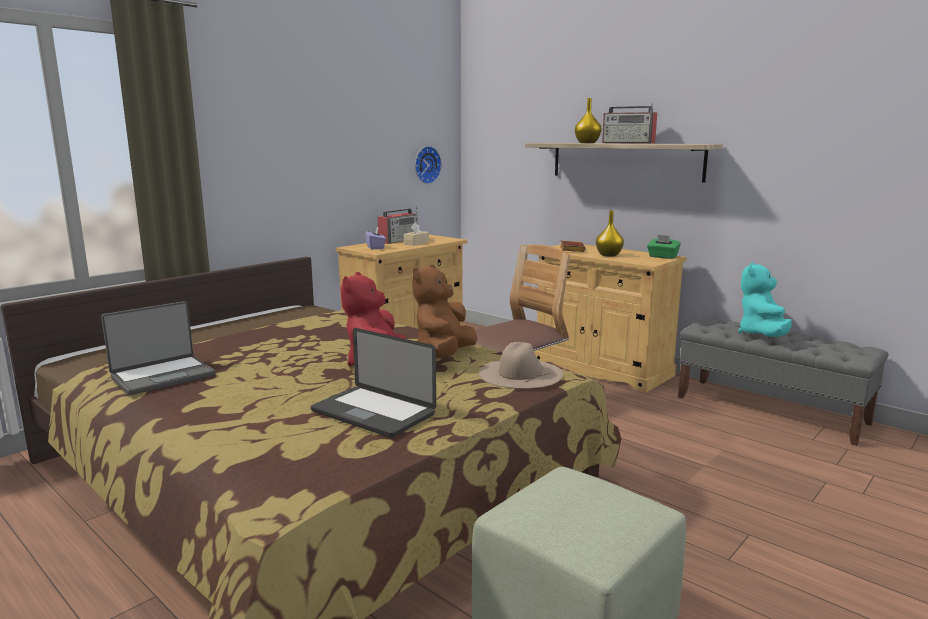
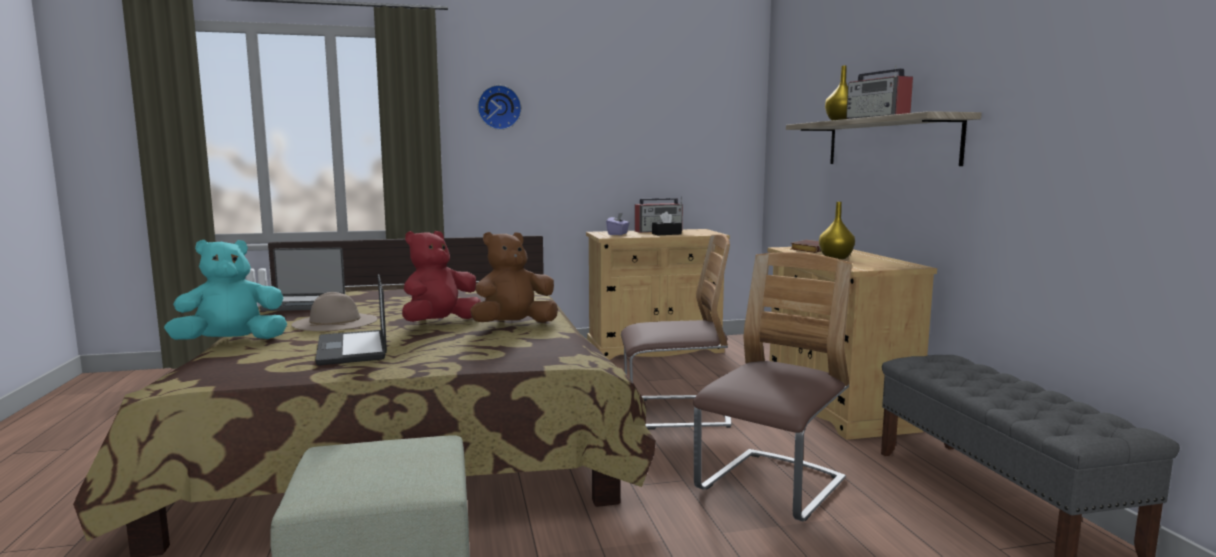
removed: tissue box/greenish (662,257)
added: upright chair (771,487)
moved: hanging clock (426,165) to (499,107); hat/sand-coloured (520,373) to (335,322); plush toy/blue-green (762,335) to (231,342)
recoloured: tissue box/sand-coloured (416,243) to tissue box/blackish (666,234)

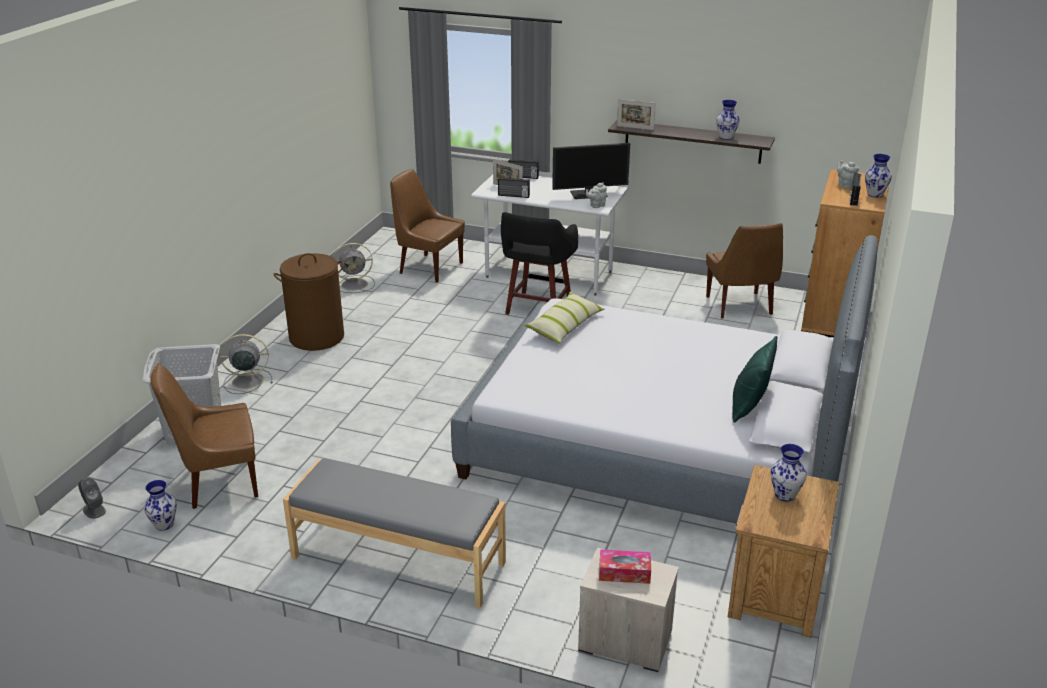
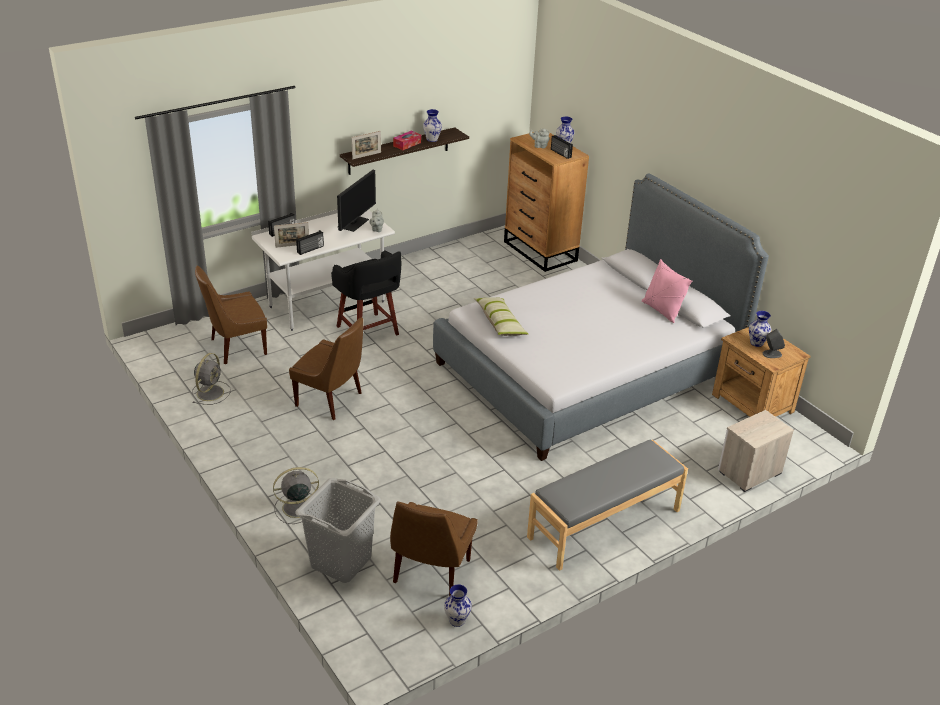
removed: hamper/brownish (317,337)
moved: loudspeaker/greyish (94,510) to (771,354); tissue box (624,573) to (407,144); upright chair/brownish (739,307) to (331,400)
recoloured: pillow/greenish (749,407) to pillow/pink-coloured (661,311)
turned: electric fan/greyish (246,381) = (296,507) 45 degrees clockwise

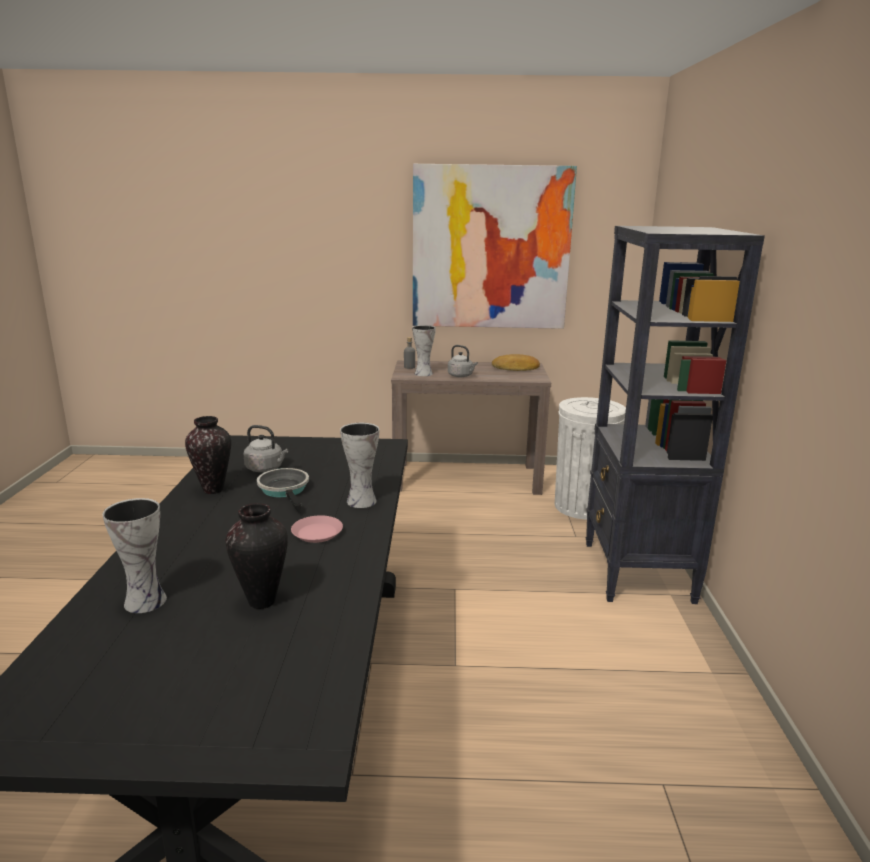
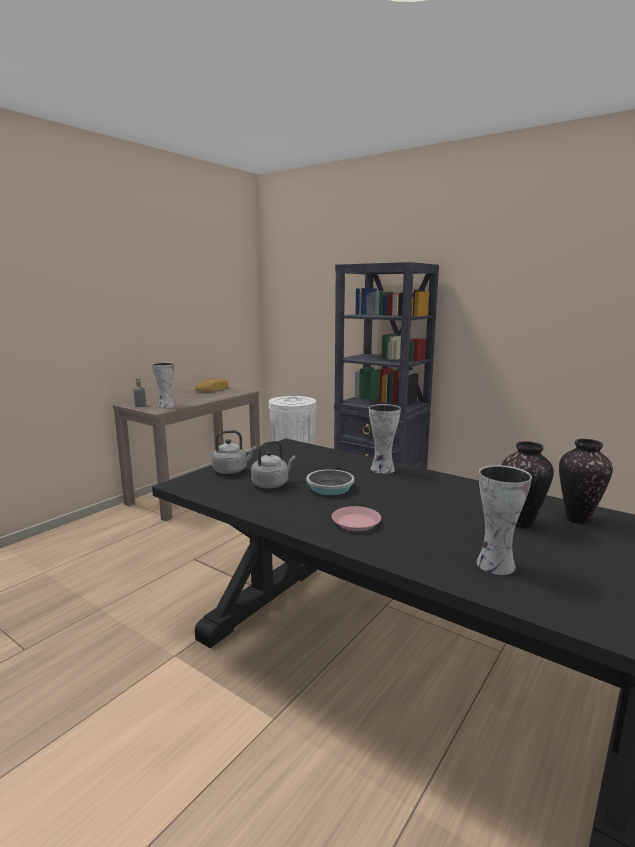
removed: wall art (491,248)
moved: vase (214,490) to (578,519); flat dish/pink-coloured (317,533) to (356,522); water kettle/greyish (461,376) to (232,470)
turned: skillet (285,490) = (330,486) 90 degrees counterclockwise

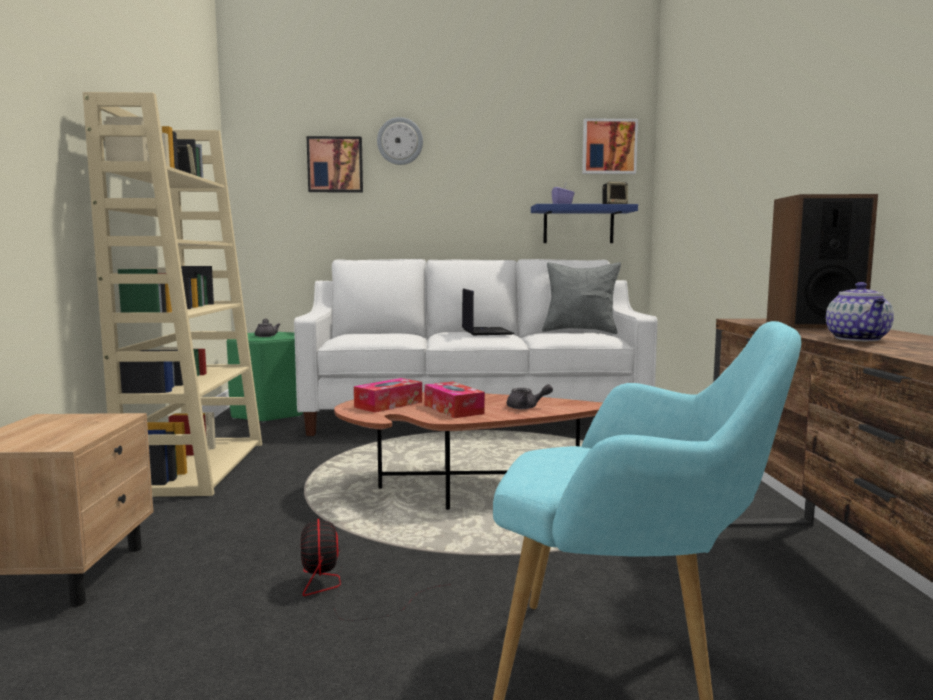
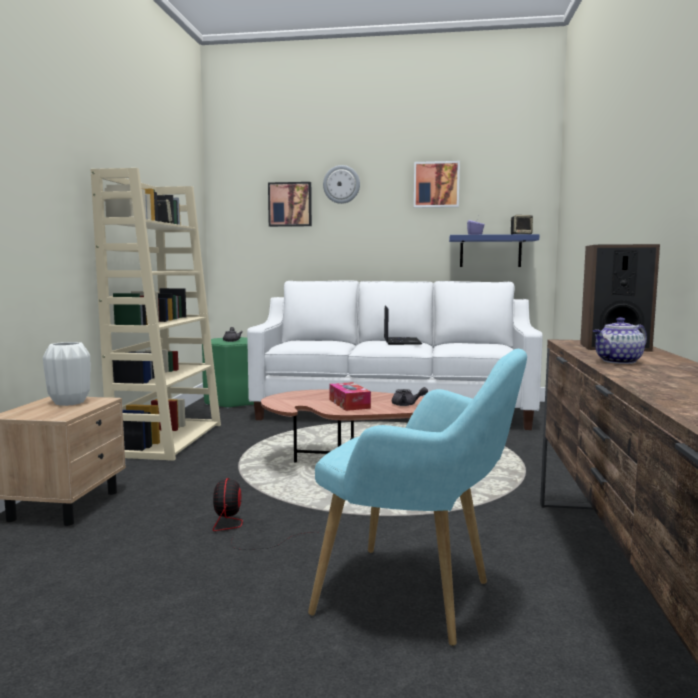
removed: tissue box (388,404); pillow/greyish (580,332)
added: vase/white-coloured (70,402)
moved: wall art (609,147) to (436,185)
turned: teapot (858,339) = (618,361) 45 degrees clockwise

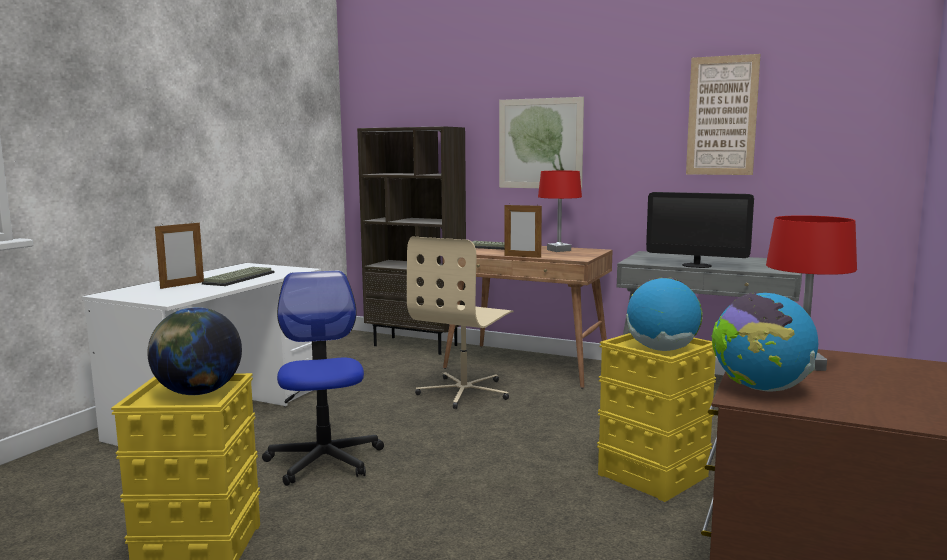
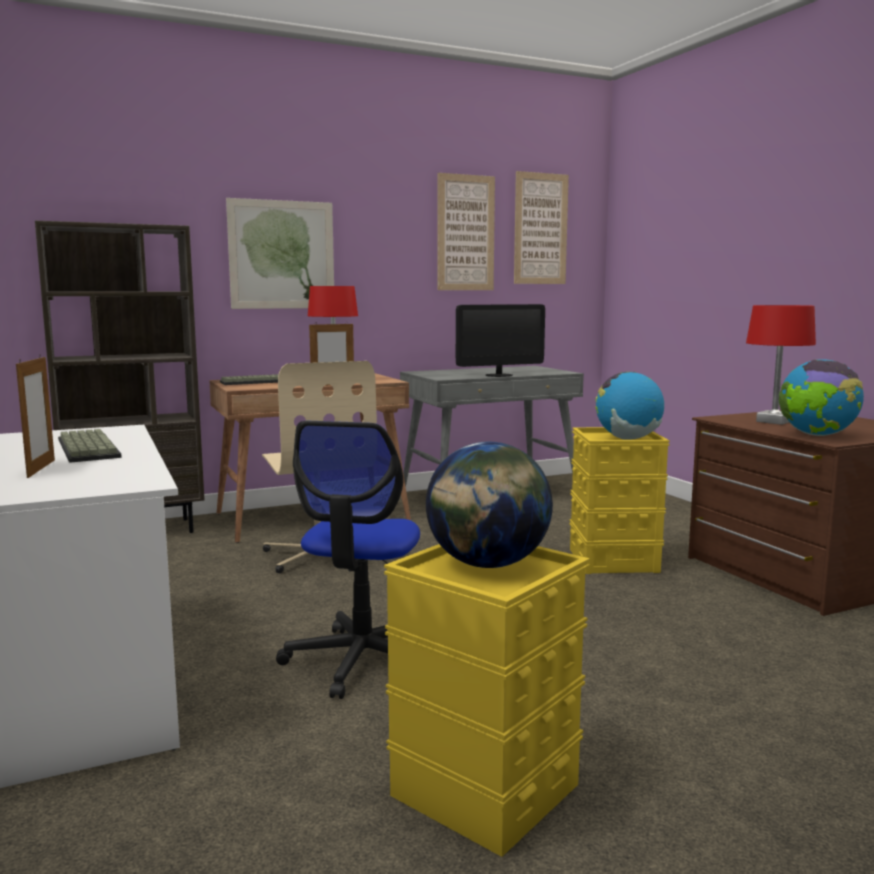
added: wall art (540,229)
turned: office chair (324,460) = (361,660) 105 degrees counterclockwise

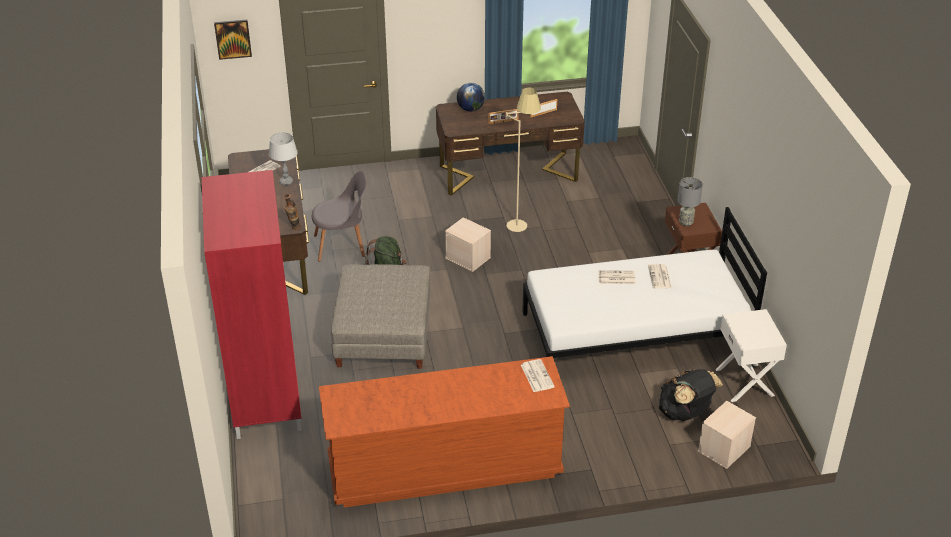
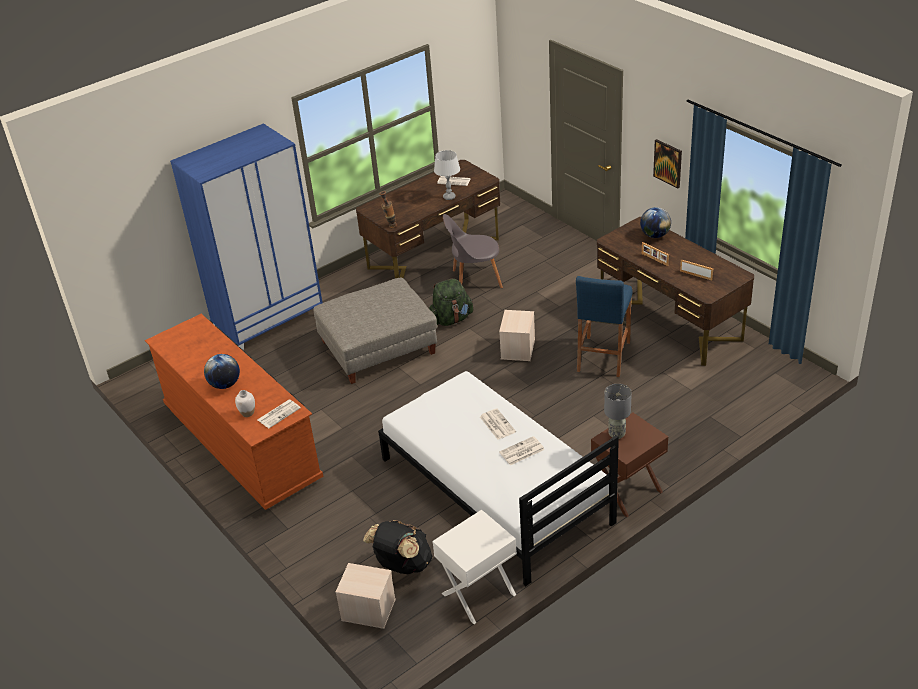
added: globe (225,384); vase/white-coloured (248,413)
moved: wall art (233,39) to (668,163)
replaced: standard lamp/sand-coloured (520,220) to sitting stool/bluish (603,356)
recoloured: armoire/red (265,393) to armoire/bluish (269,322)
turned: upright chair/greyish (342,245) = (474,279) 120 degrees clockwise

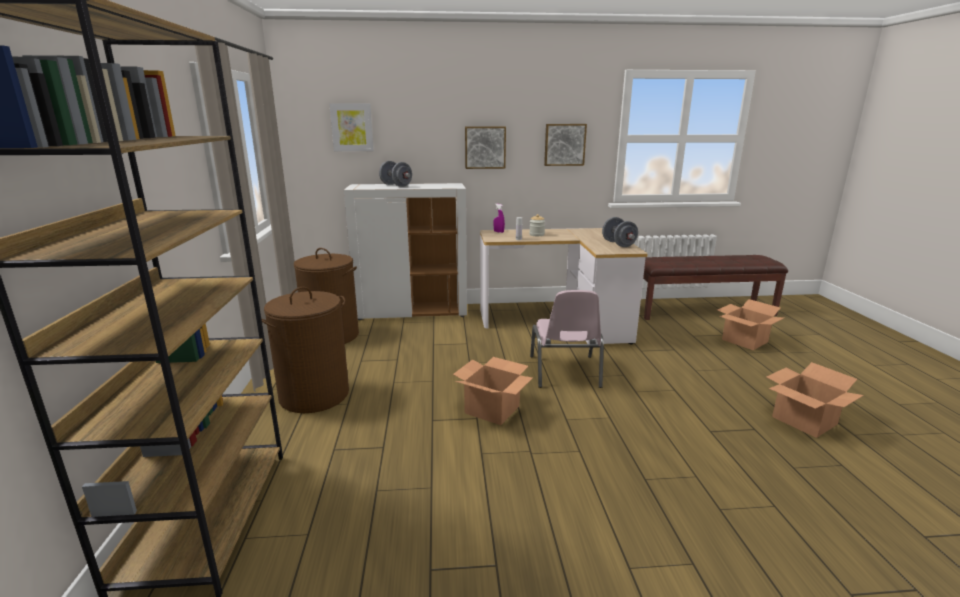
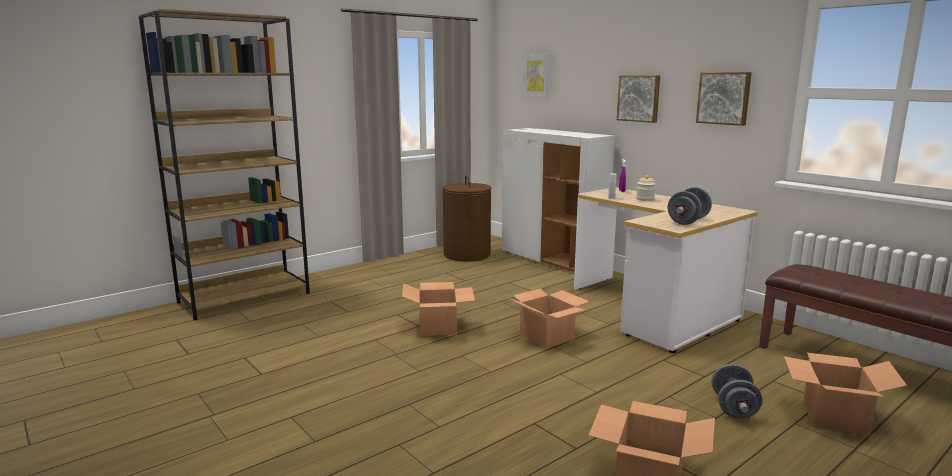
removed: hamper/brownish (314,395)
moved: dumbbell/greyish (396,185) to (733,408)
replaced: upright chair/pink-coloured (565,372) to packing box (546,336)

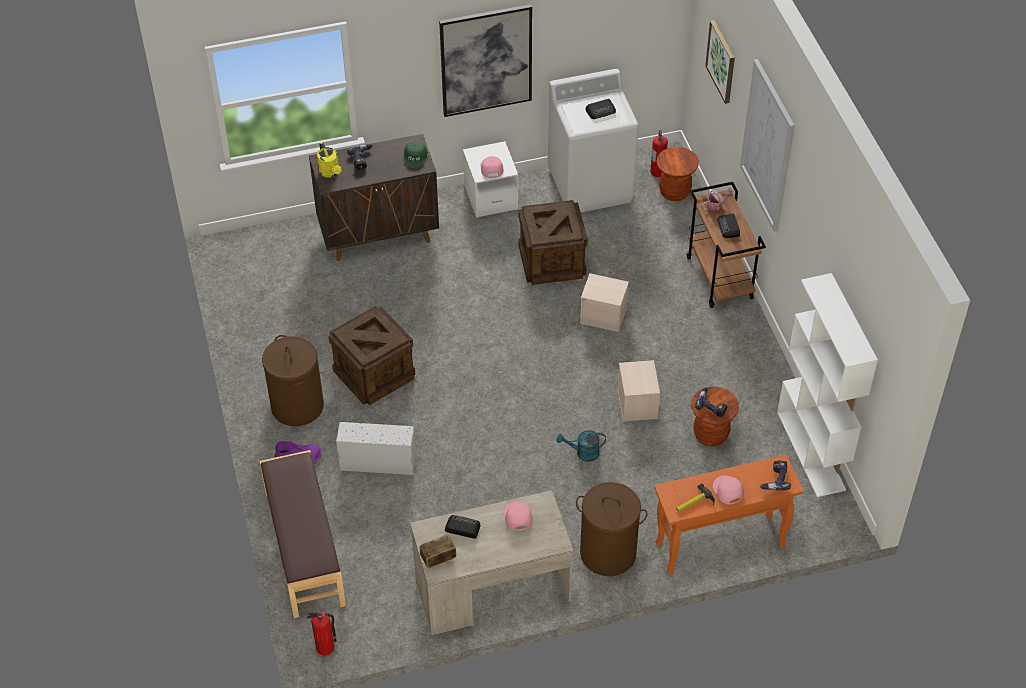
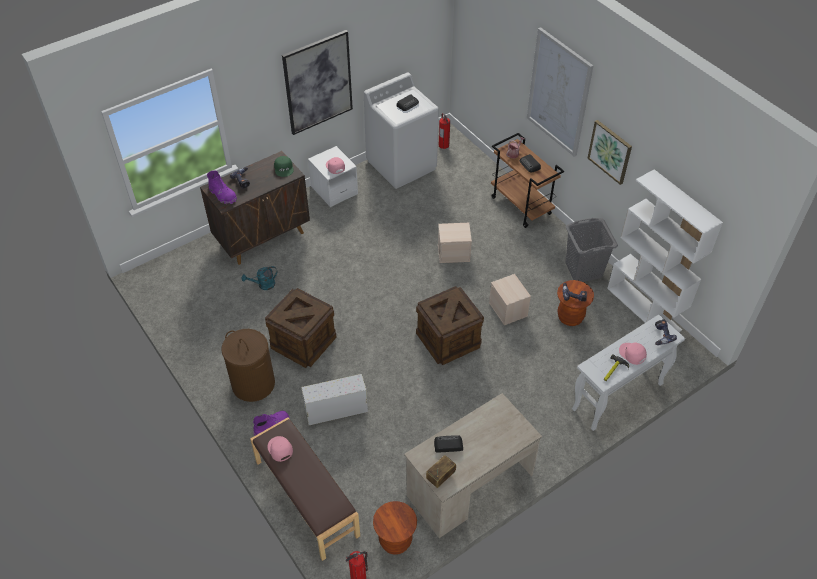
removed: hamper/brownish (608,553)
added: hamper/greyish (583,270)
moved: peaked cap/pink-coloured (517,516) to (279,449); crate (552,261) to (448,339); sprinkling can/blue-green (583,453) to (263,285); sitting stool/brownish (674,192) to (395,541); wall art (721,61) to (610,151)
replaced: sprinkling can/yellow-coloured (331,173) to high-top boot/purple-coloured (223,195)
recoloured: hall table/orange (719,545) to hall table/white-coloured (617,397)

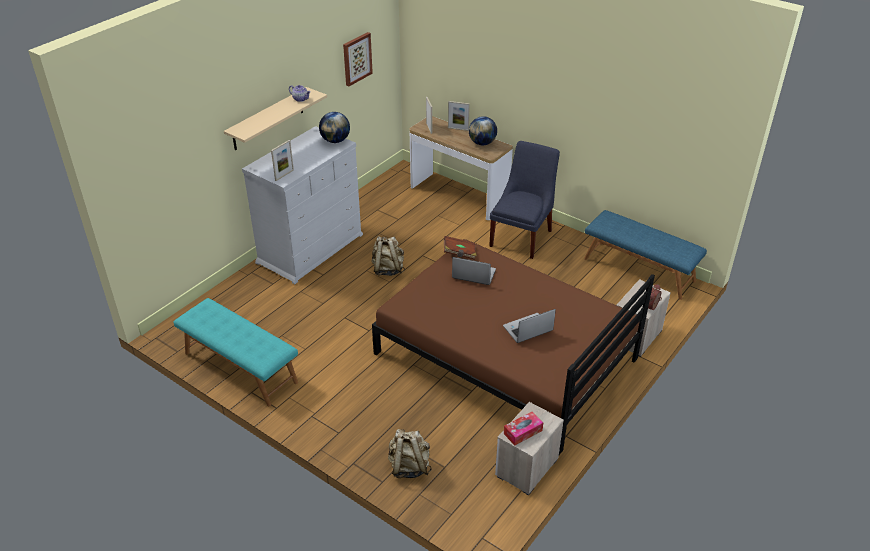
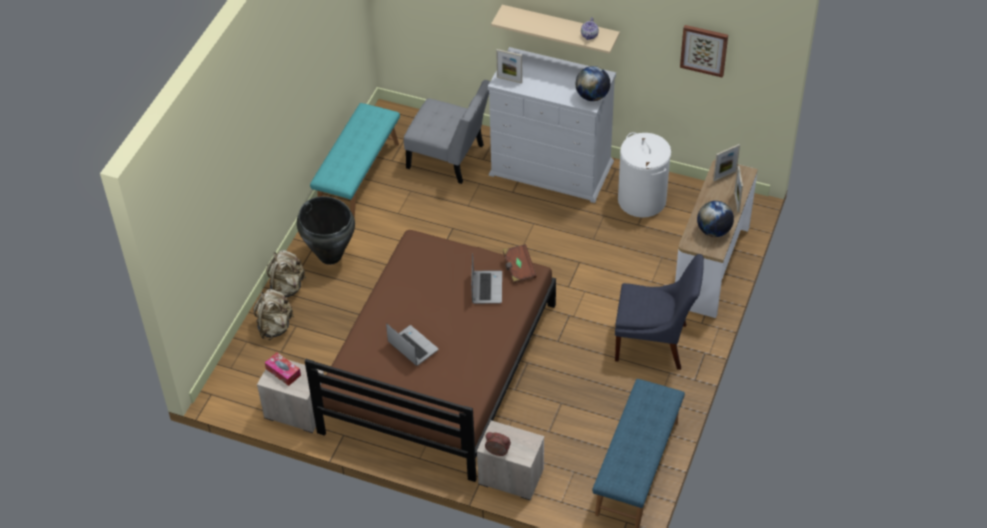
added: vase/blackish (330,256); upright chair/greyish (449,158); hamper/white-coloured (642,200)
moved: rucksack/sand-coloured (388,269) to (287,287)

